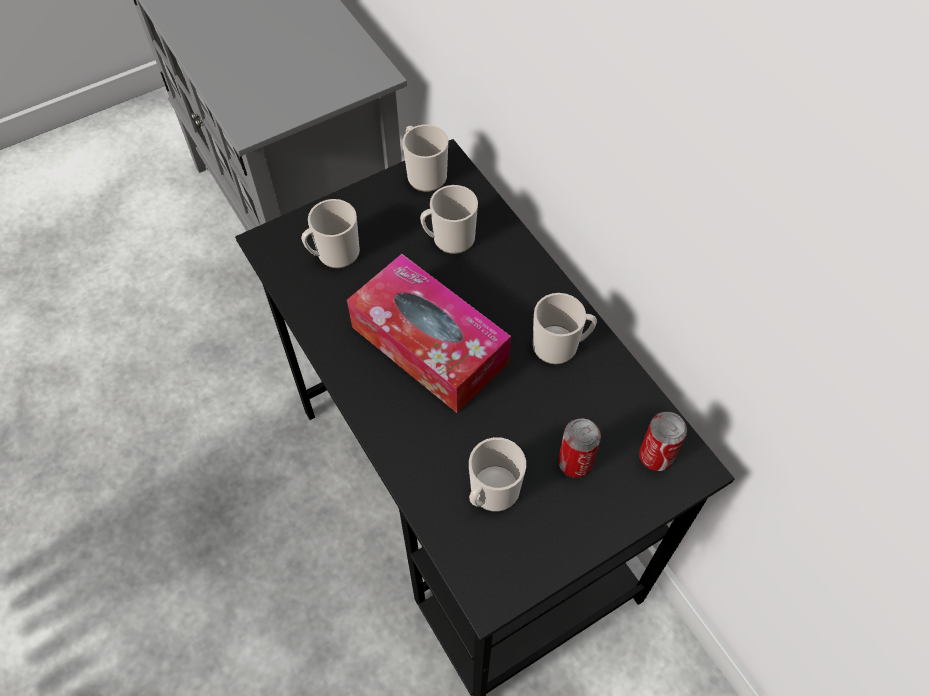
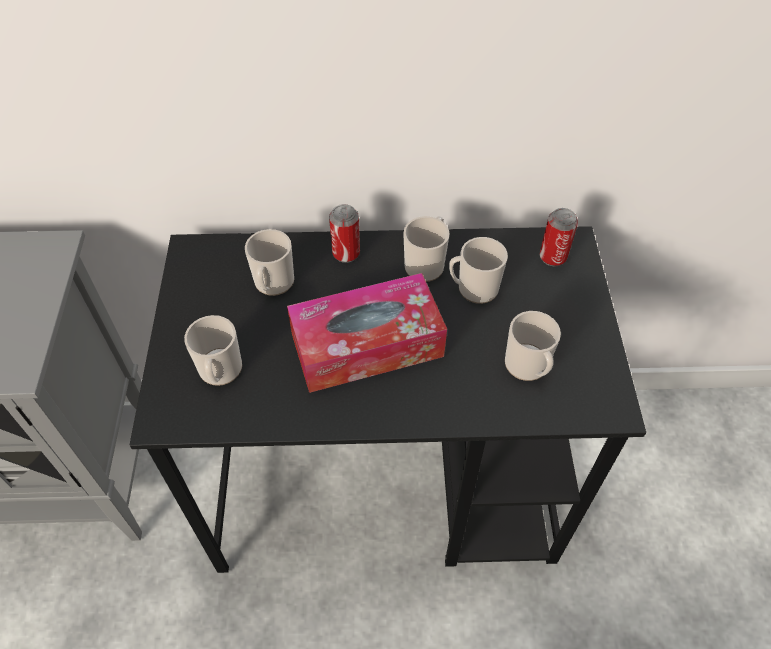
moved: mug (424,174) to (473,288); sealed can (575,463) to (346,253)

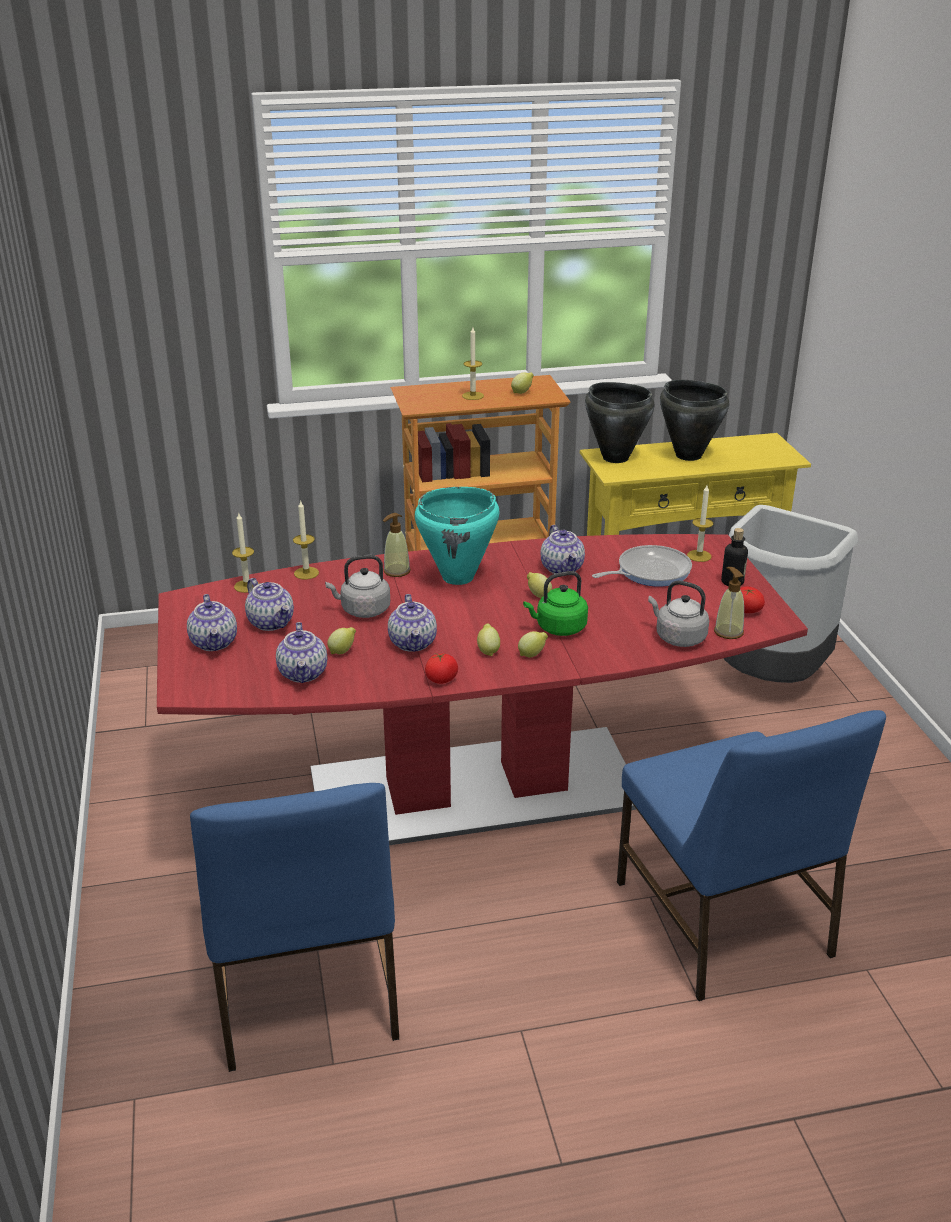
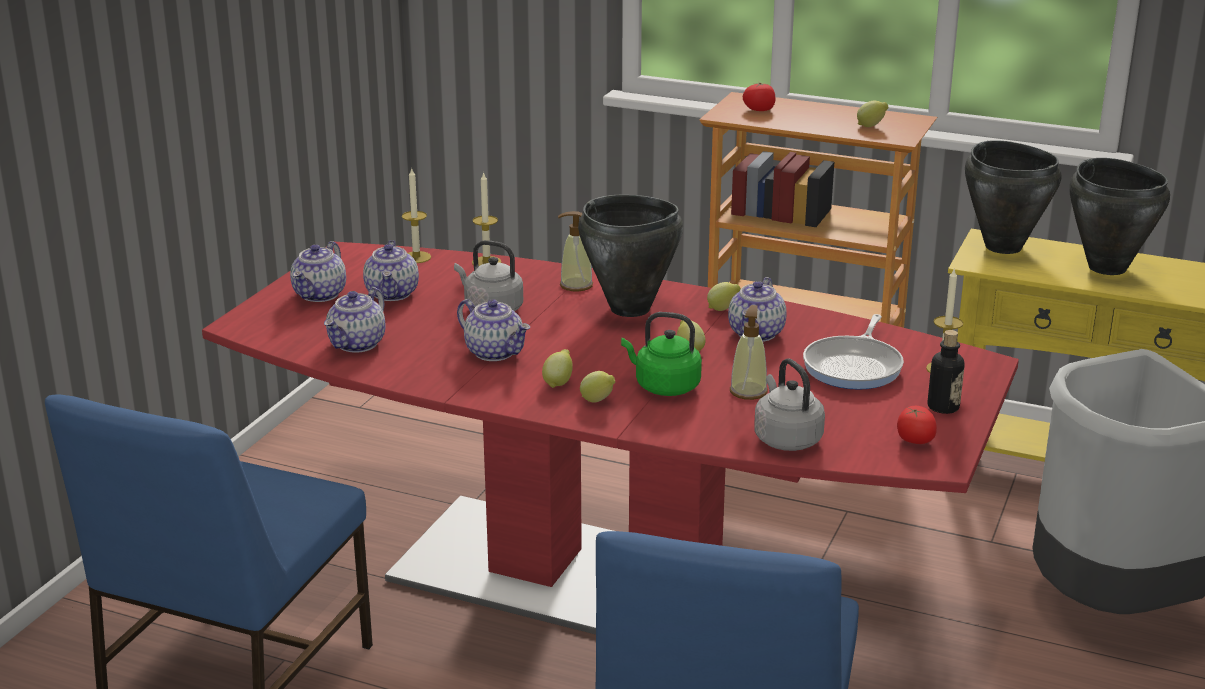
removed: candle (473,396)
moved: whole lemon (342,651) to (723,309); tomato (441,679) to (759,109); soap dispenser (728,632) to (748,391)
recoloured: stockpot/blue-green (458,577) to stockpot/blackish (630,309)
turned: teapot (413,643) = (495,352) 75 degrees counterclockwise; skillet (649,572) = (855,366) 105 degrees clockwise

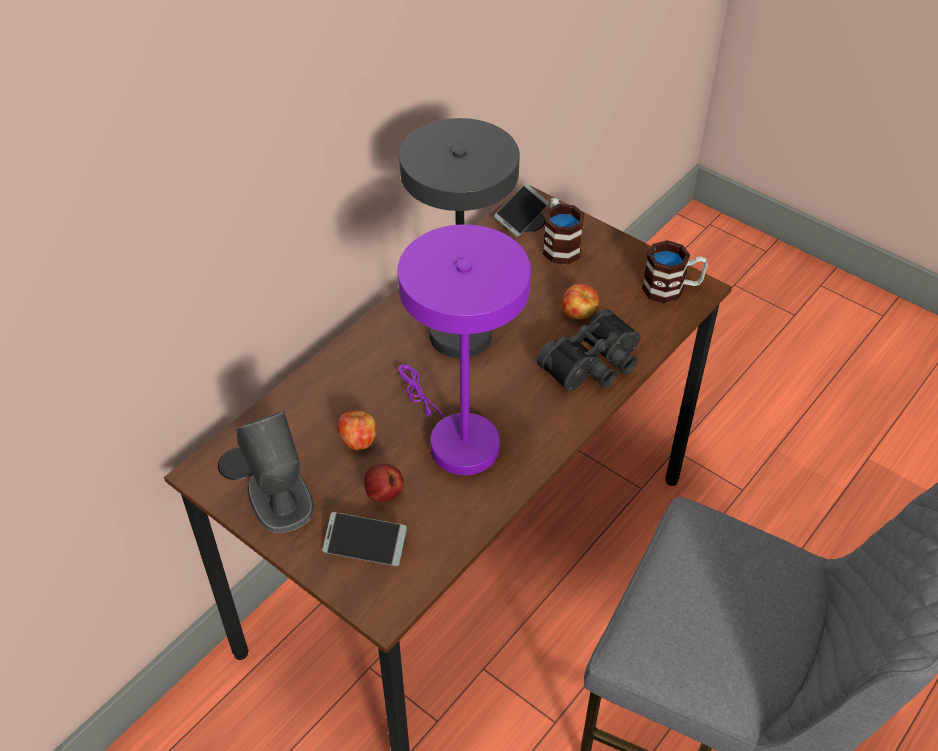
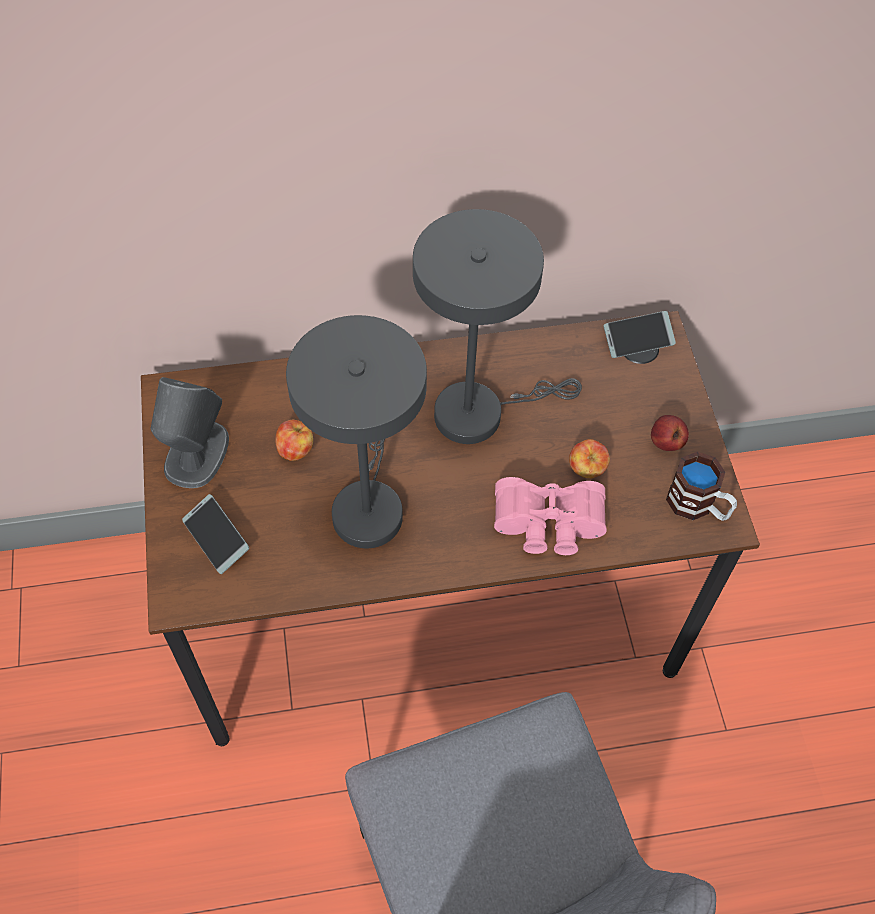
removed: mug (559,245)
moved: apple (383,494) to (665,442)
recoloured: tabletop lamp/purple-coloured (456,439) to tabletop lamp/greyish (368,505); pair of binoculars/blackish (595,365) to pair of binoculars/pink-coloured (548,526)

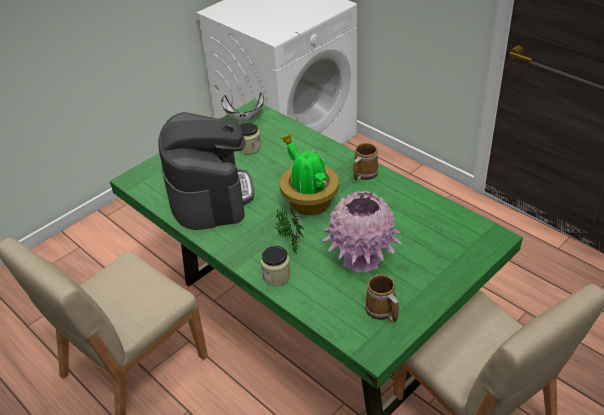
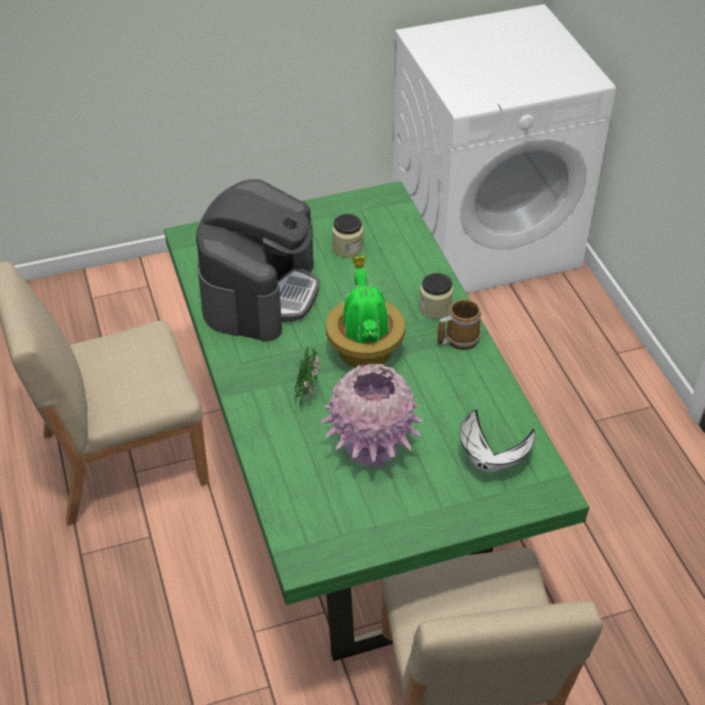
removed: mug (381,310)
moved: deep dish/white-coloured (244,118) to (492,460); jar (276,275) to (435,308)

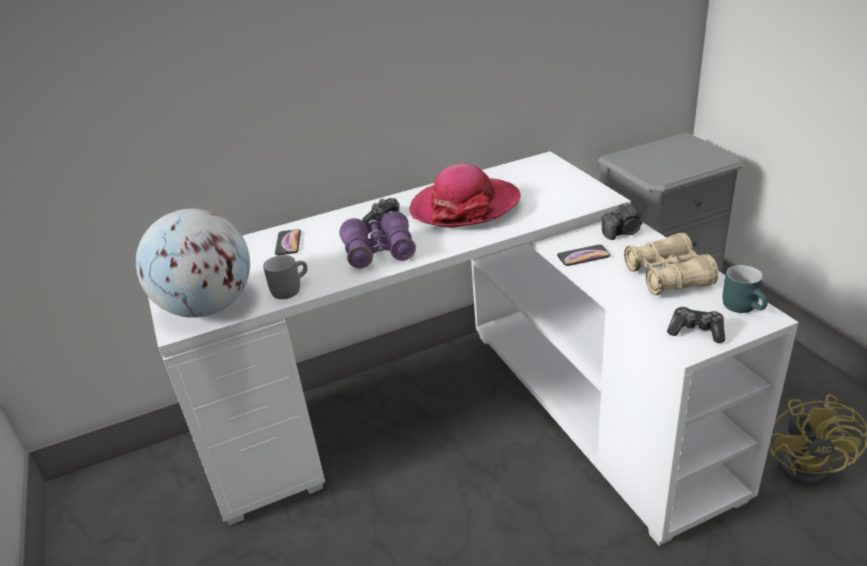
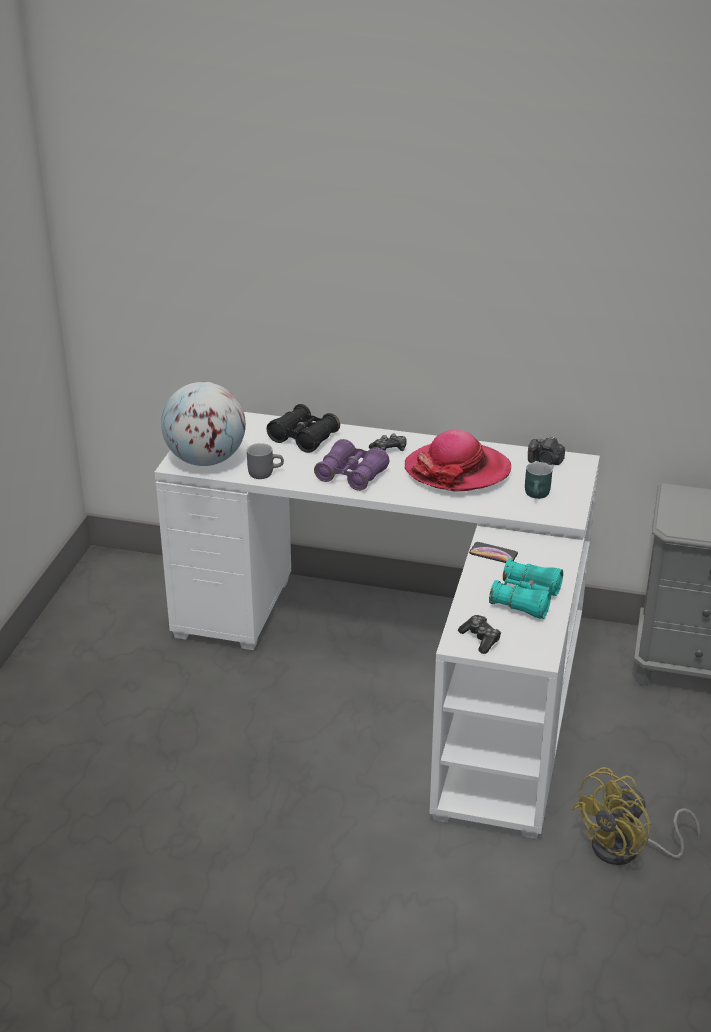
moved: photo camera (623,232) to (545,461); mug/blue-green (745,307) to (538,495)
replaced: phone (288,243) to pair of binoculars/blackish (303,438)
recoloured: pair of binoculars/sand-coloured (668,276) to pair of binoculars/blue-green (526,599)

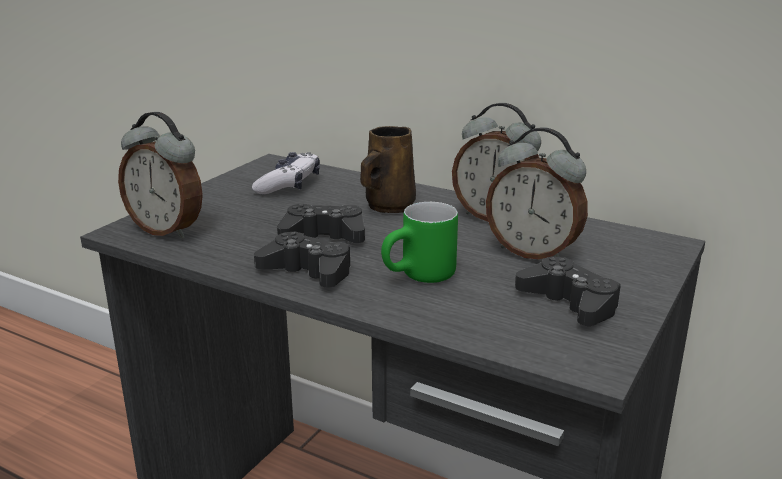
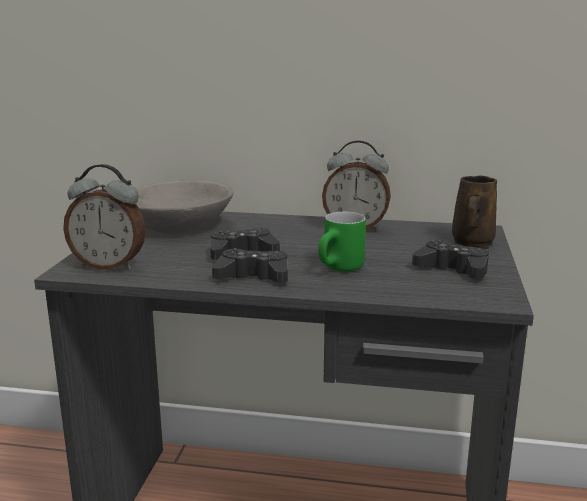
removed: bedside clock (533,252)
moved: mug/brownish (388,207) to (471,243)
replaced: gamepad (289,185) to deep dish/greyish (178,225)

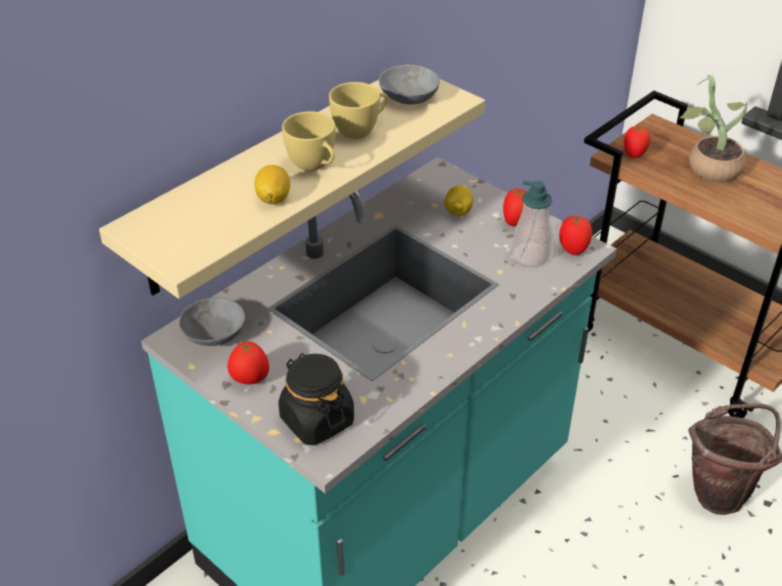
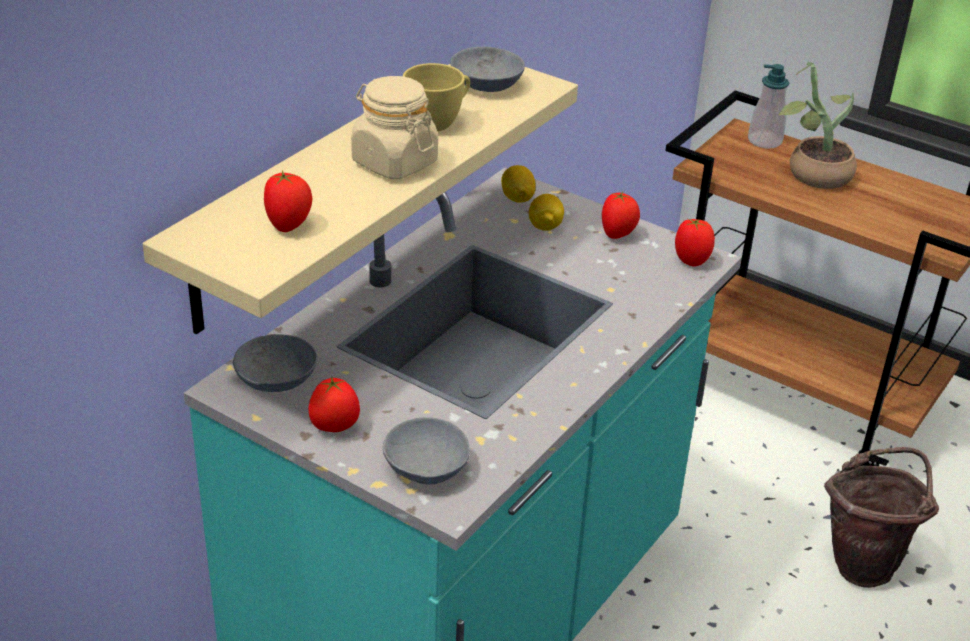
moved: whole lemon (273,198) to (517,198); soap dispenser (530,256) to (764,141); tomato (634,154) to (289,225)
replaced: jar/blackish (316,420) to deep dish/greyish (429,467); cup/yellow-coloured (314,166) to jar/sand-coloured (394,162)

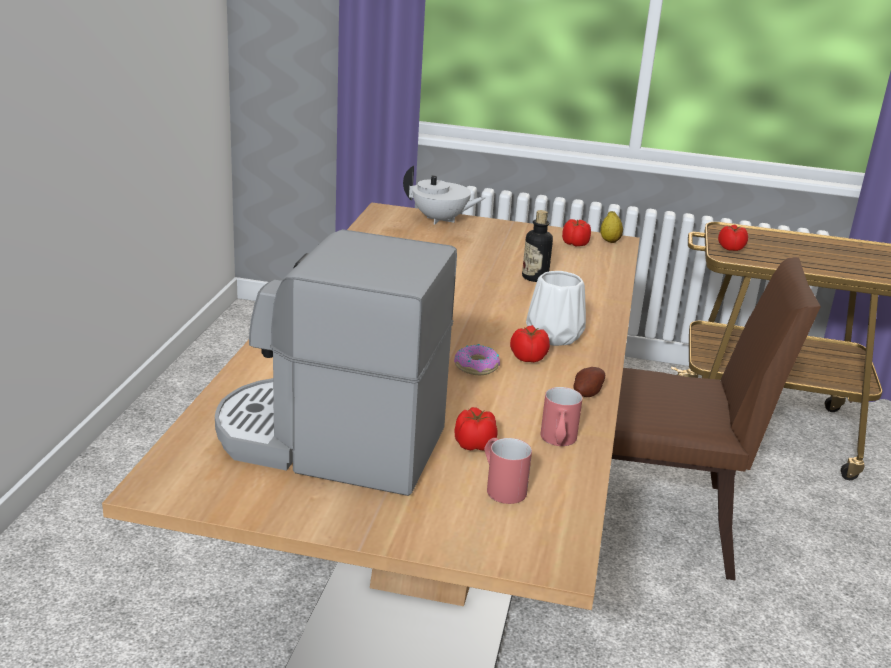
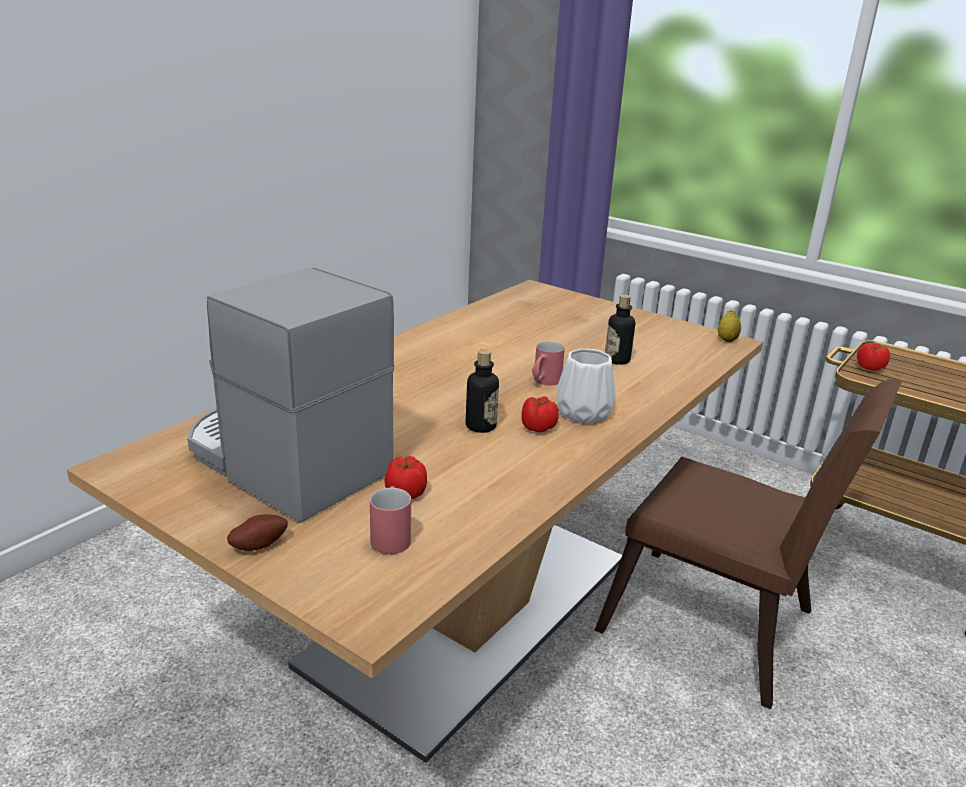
removed: teapot/white-coloured (440,220); tomato (575,244)
moved: mug/red (558,442) to (544,382); spud (586,393) to (258,544)
replaced: ring doughnut (477,367) to drink bottle (480,426)

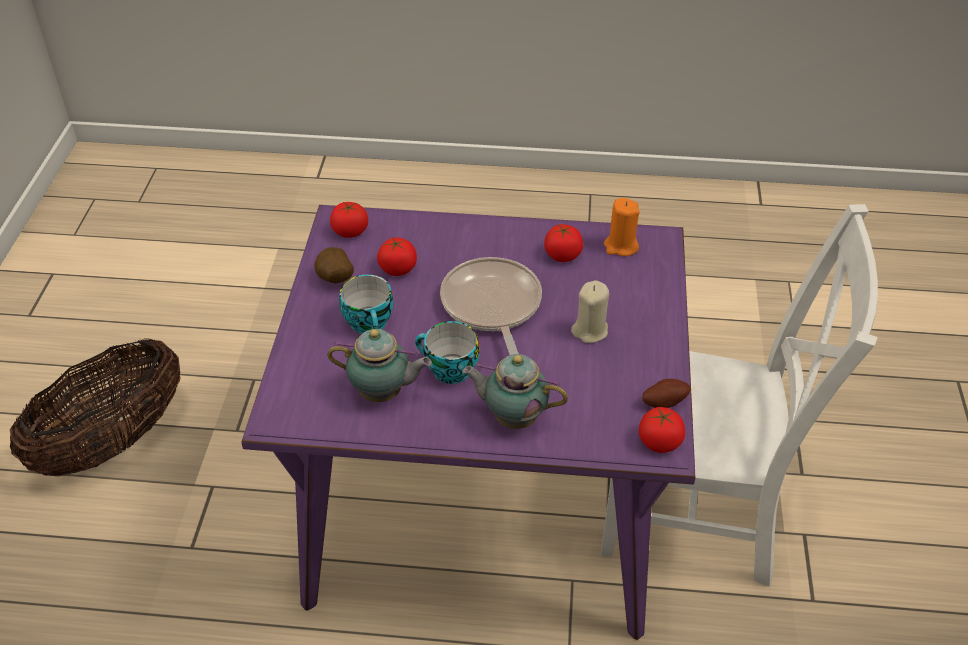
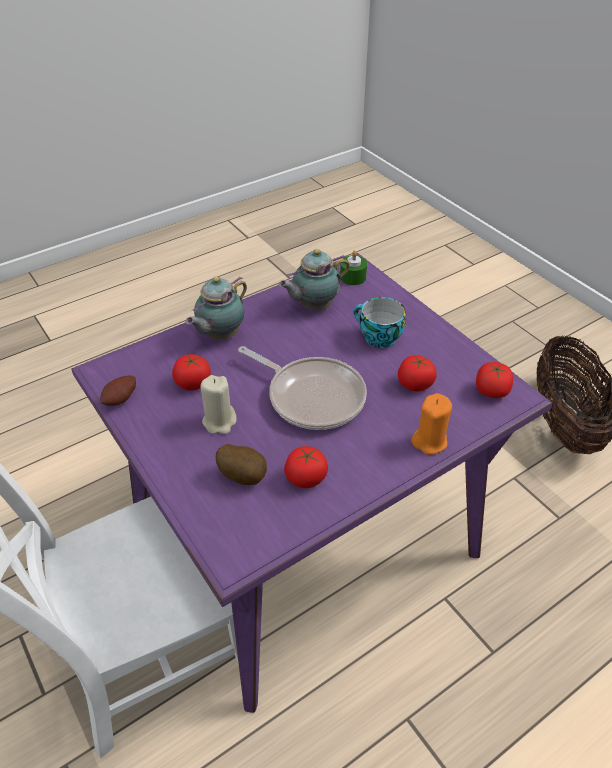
removed: cup (448,370)
added: candle/greenish (353,277)
moved: spud (335,280) to (244,475); candle/orange (620,246) to (429,441); tomato (660,442) to (193,383)
turned: teapot (512,417) = (220,335) 150 degrees clockwise

